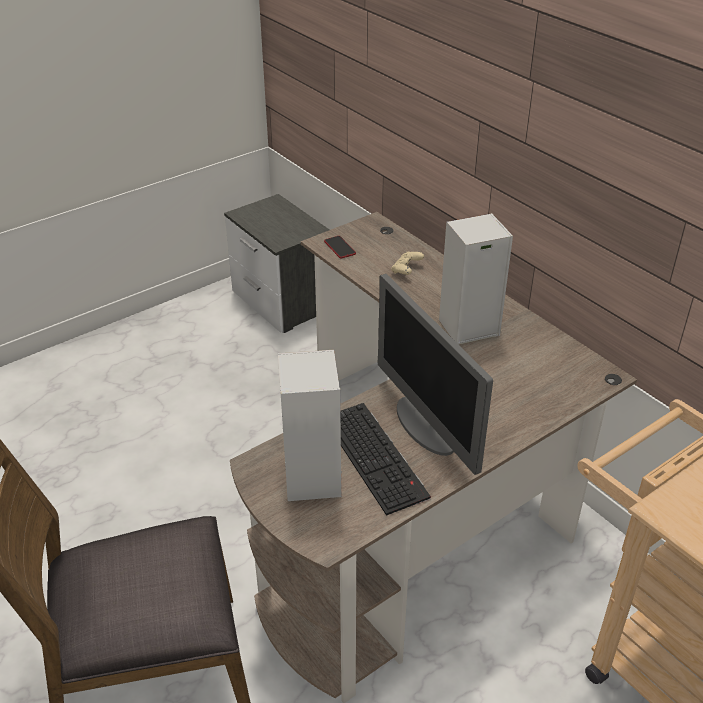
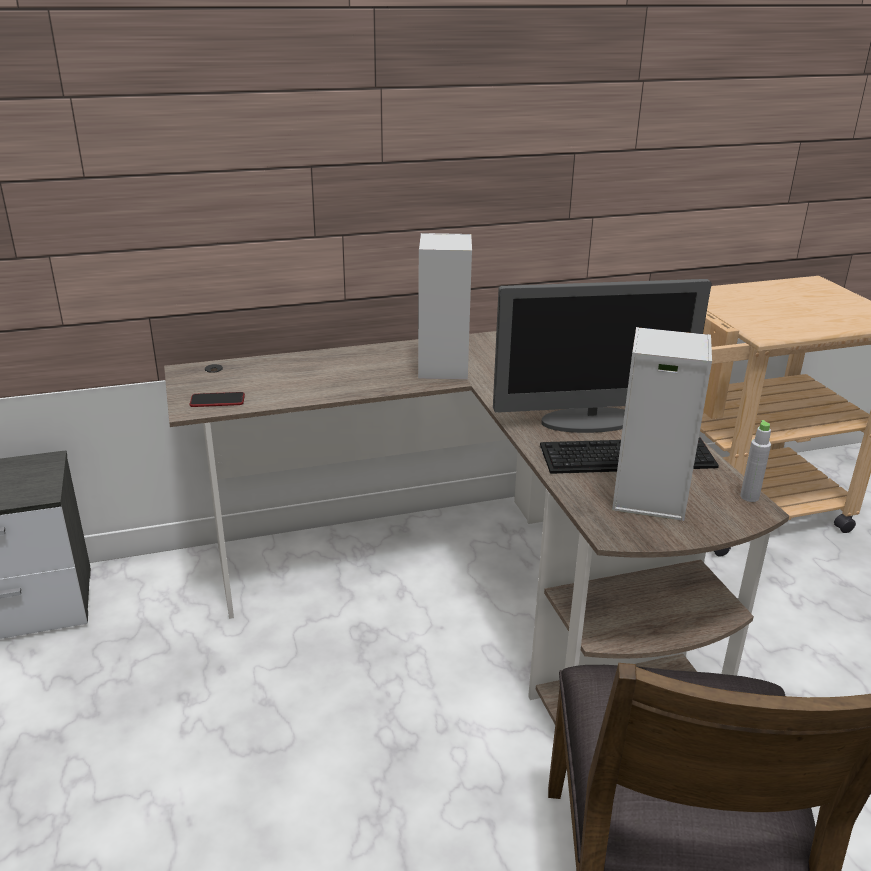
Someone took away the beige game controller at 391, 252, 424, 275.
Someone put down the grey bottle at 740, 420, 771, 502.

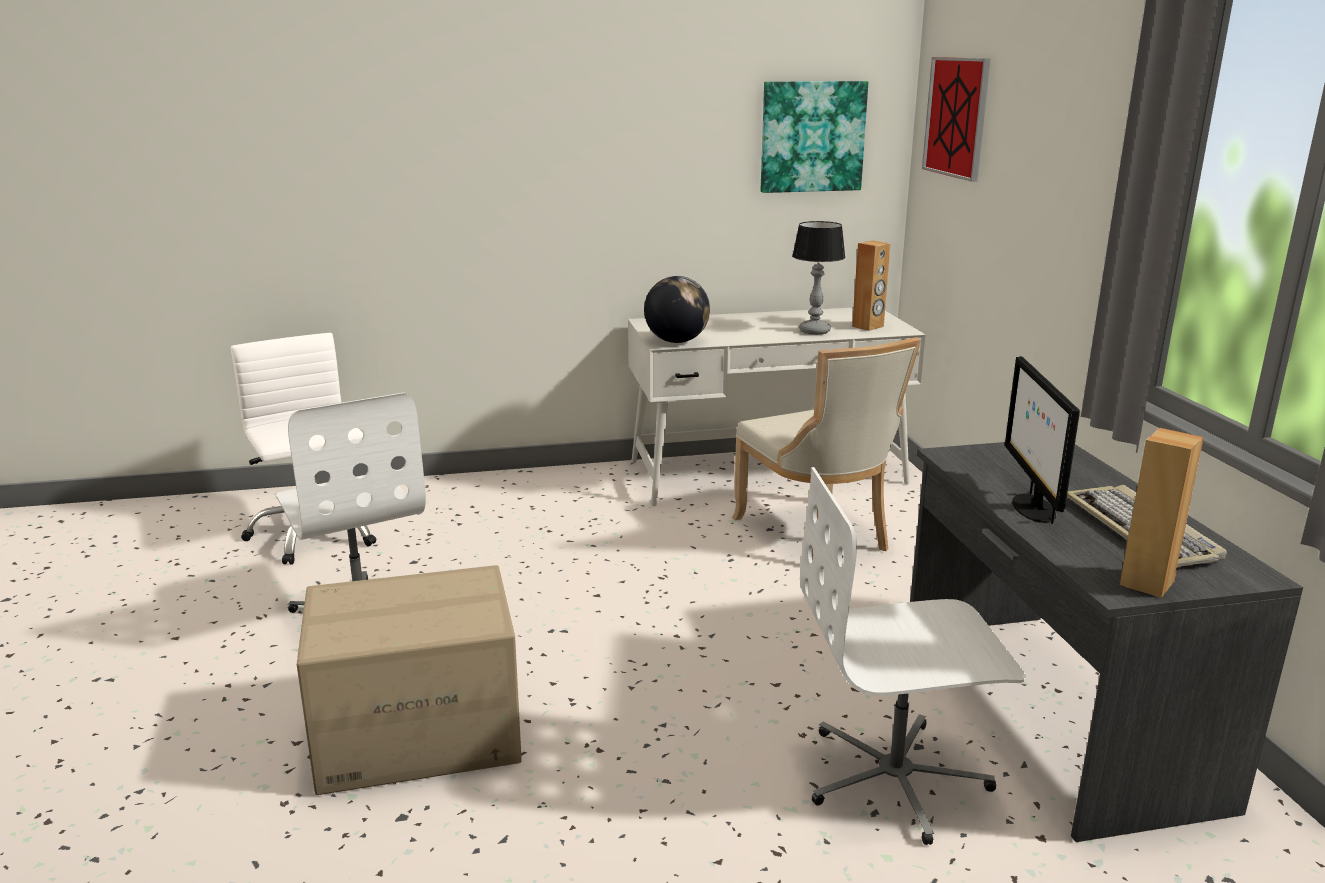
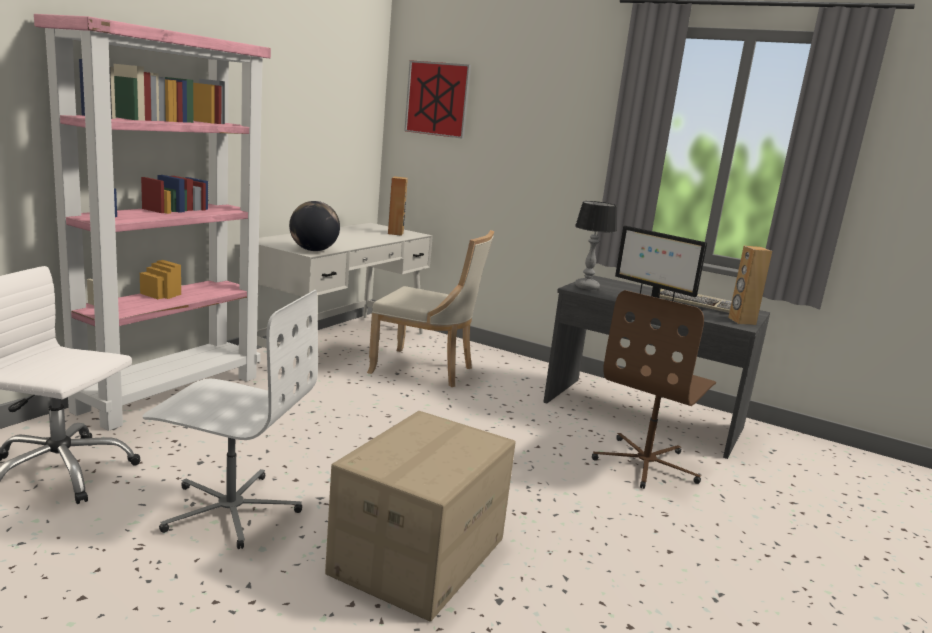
Someone took away the picture at 761, 81, 868, 193.
Someone carried the table lamp from 792, 221, 845, 335 to 575, 201, 617, 290.
Someone repainted the white office chair at 800, 467, 1026, 845, which became the brown office chair at 592, 290, 716, 489.
Someone put down the pink bookcase at 34, 14, 271, 431.

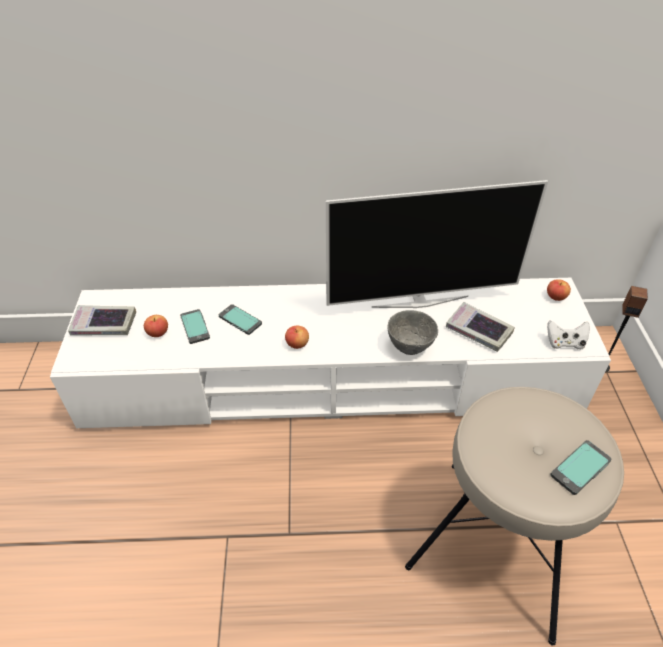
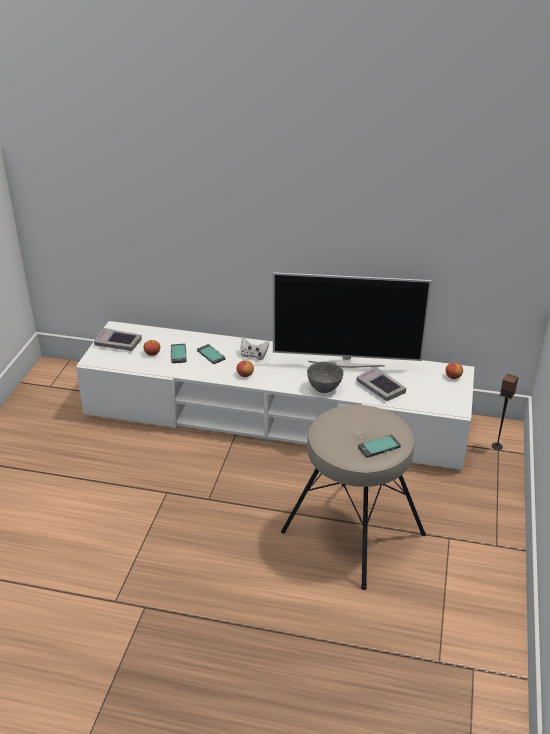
Someone carried the white game controller from 547, 321, 590, 350 to 240, 337, 269, 360.

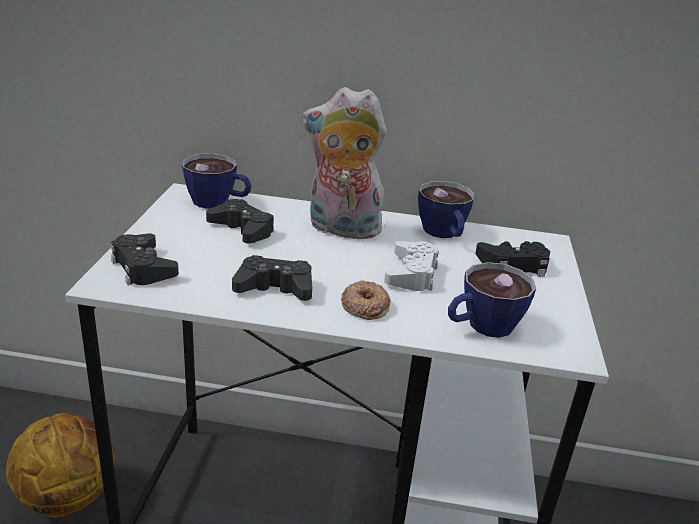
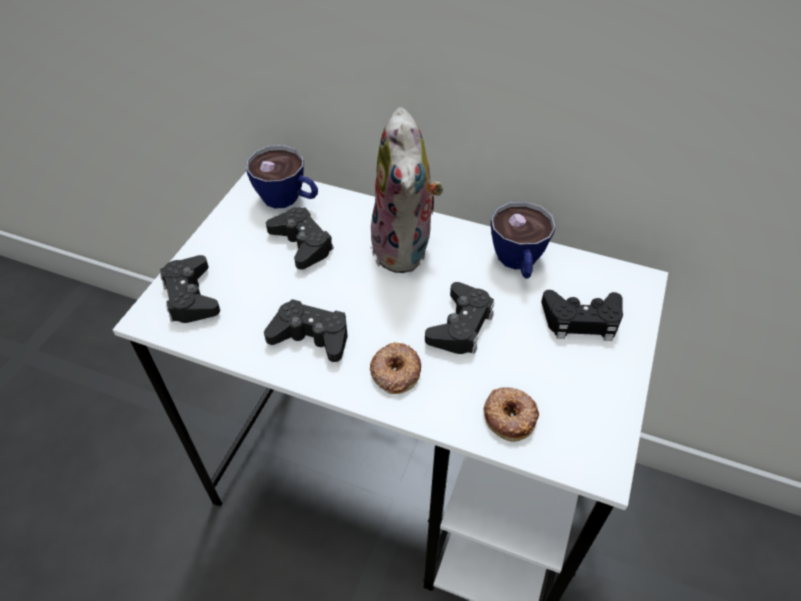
Someone took away the basketball at 6, 413, 115, 518.
Someone rotated the plush toy at 302, 87, 387, 239 by 120 degrees counterclockwise.
Someone repainted the white game controller at 384, 241, 439, 291, which became the black game controller at 425, 282, 494, 354.
Someone swapped the cup at 448, 262, 536, 338 for the donut at 483, 387, 539, 442.

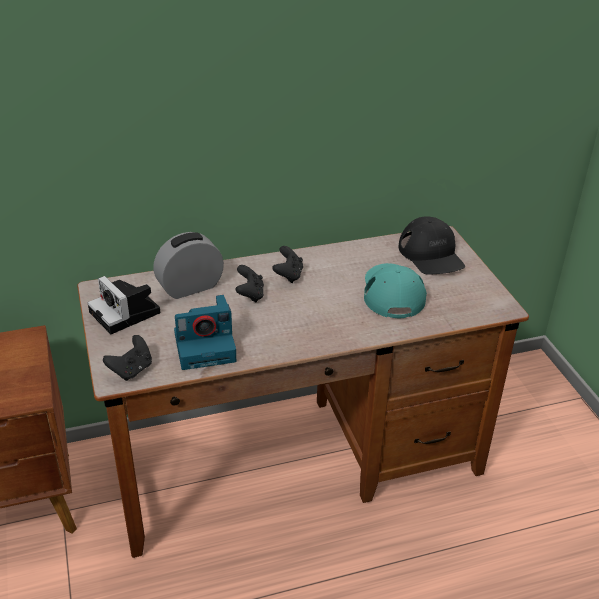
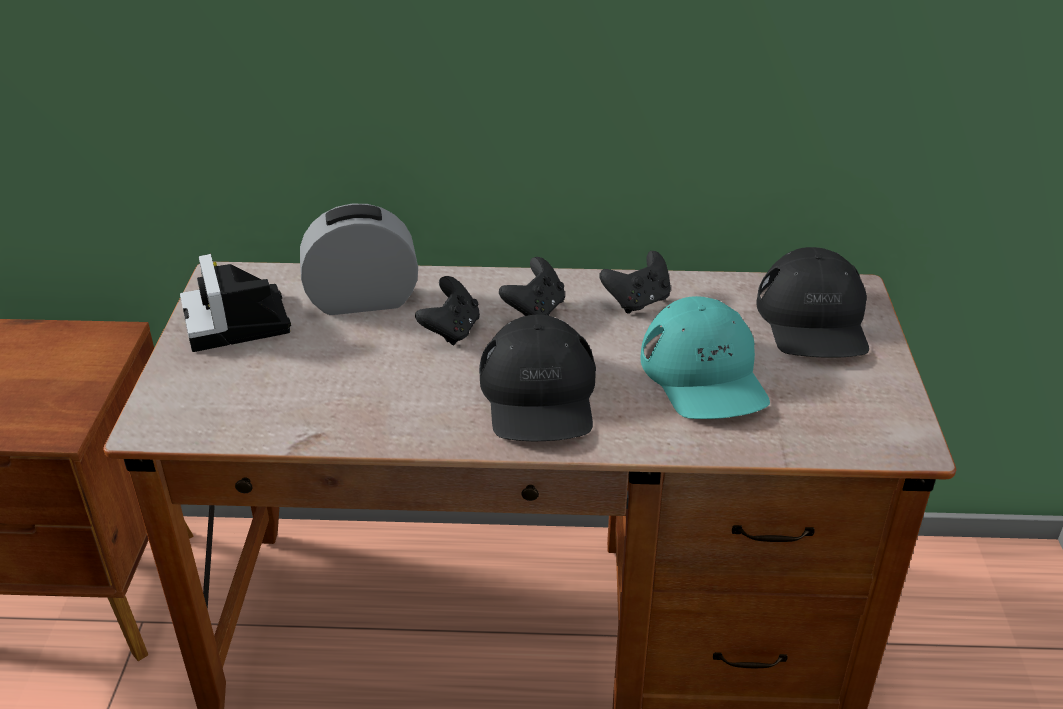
Someone carried the black game controller from 103, 335, 152, 381 to 599, 251, 671, 314.
Someone took away the photo camera at 174, 295, 236, 370.
Someone rotated the turquoise cap at 364, 263, 427, 318 by 150 degrees clockwise.
Someone put down the black cap at 479, 315, 596, 441.

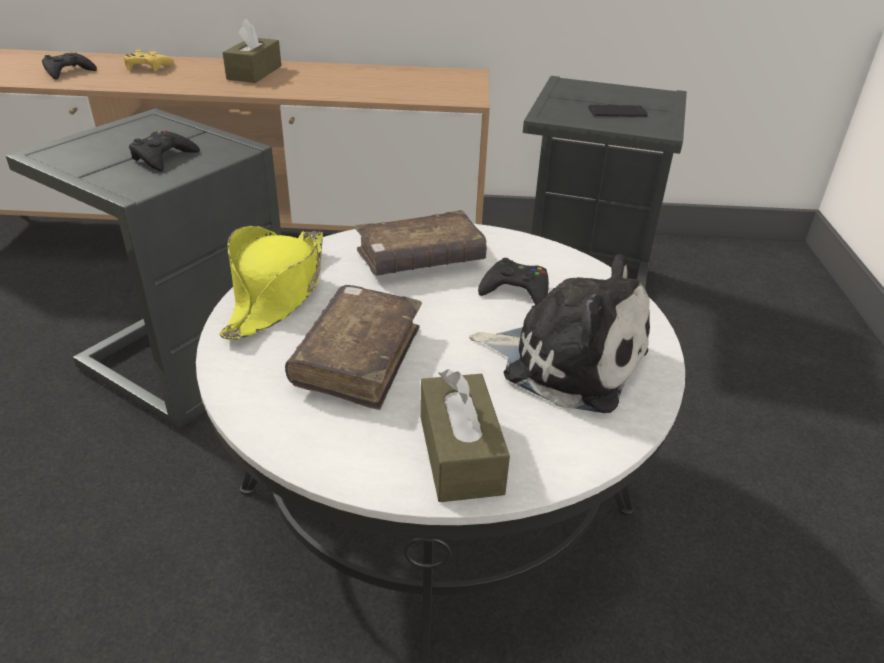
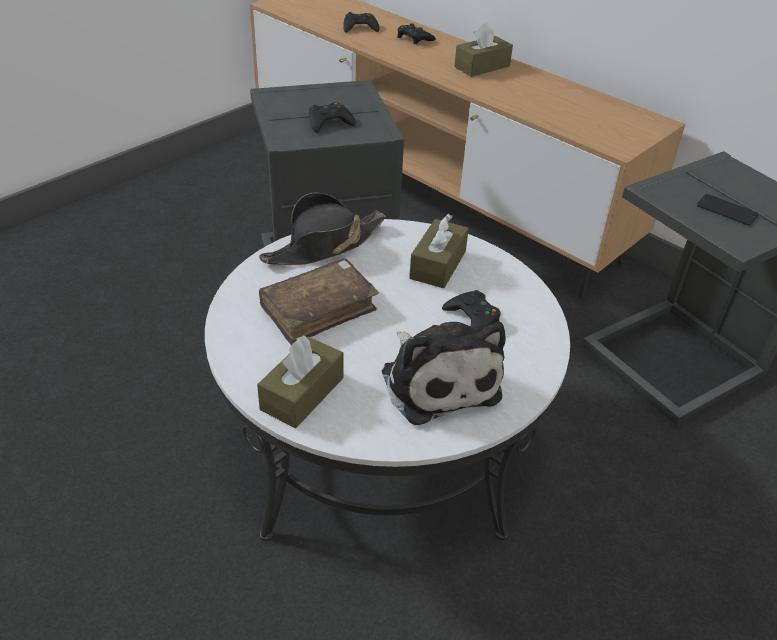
Someone repainted the yellow game controller at 124, 50, 174, 71, which became the black game controller at 397, 23, 436, 44.
Someone repainted the yellow hat at 220, 226, 323, 340, which became the black hat at 259, 193, 386, 265.
Someone swapped the brown book at 354, 210, 487, 276 for the brown tissue box at 409, 214, 469, 288.

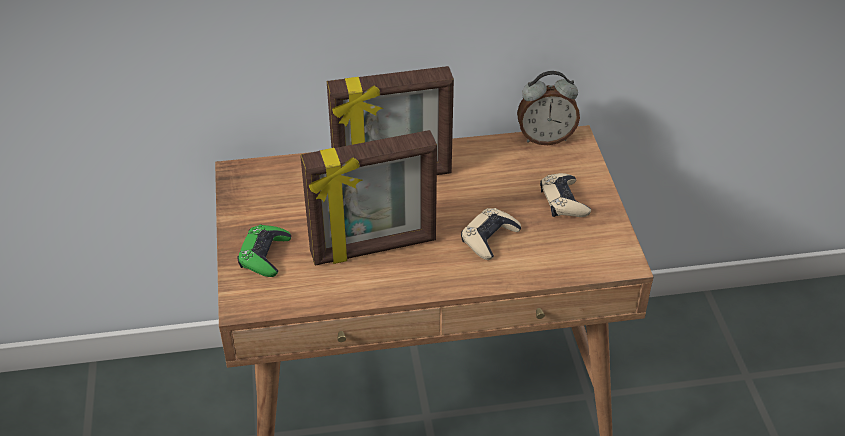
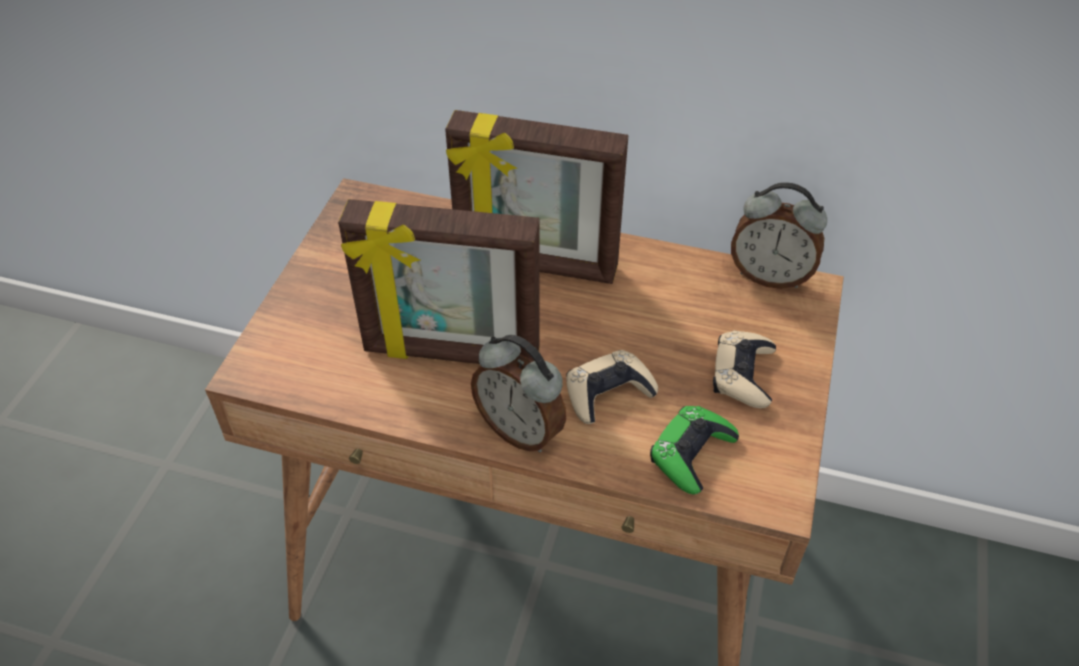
Someone carried the green game controller from 237, 225, 291, 277 to 650, 406, 739, 494.
Someone put down the alarm clock at 471, 335, 566, 452.

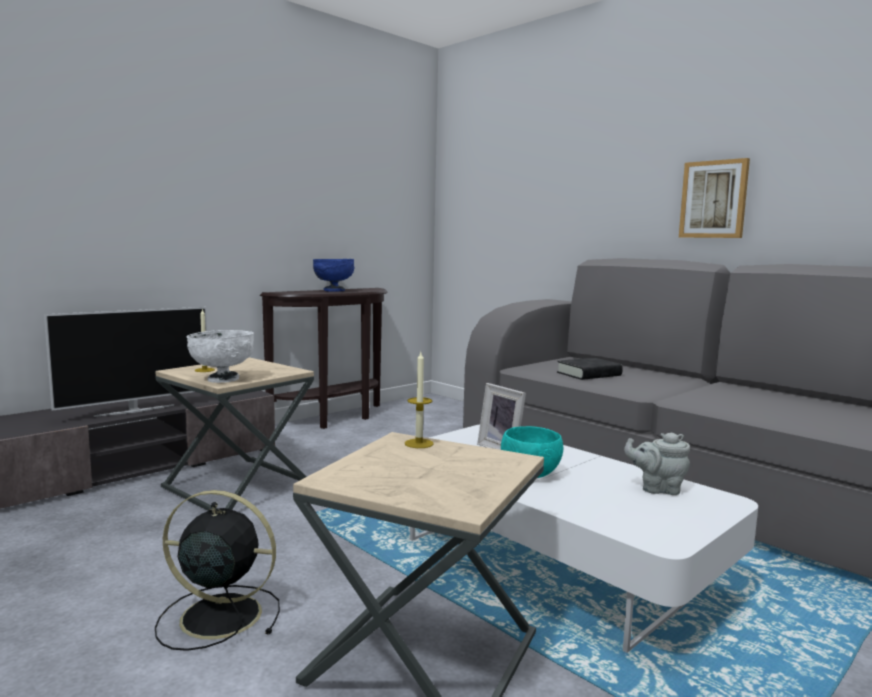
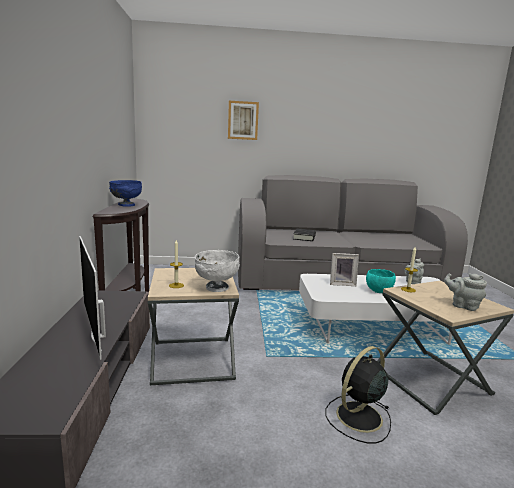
Someone rotated the television at 44, 307, 207, 417 by 150 degrees clockwise.
Someone carried the picture from 679, 158, 750, 238 to 228, 101, 259, 140.
Someone put down the grey teapot at 444, 273, 487, 311.

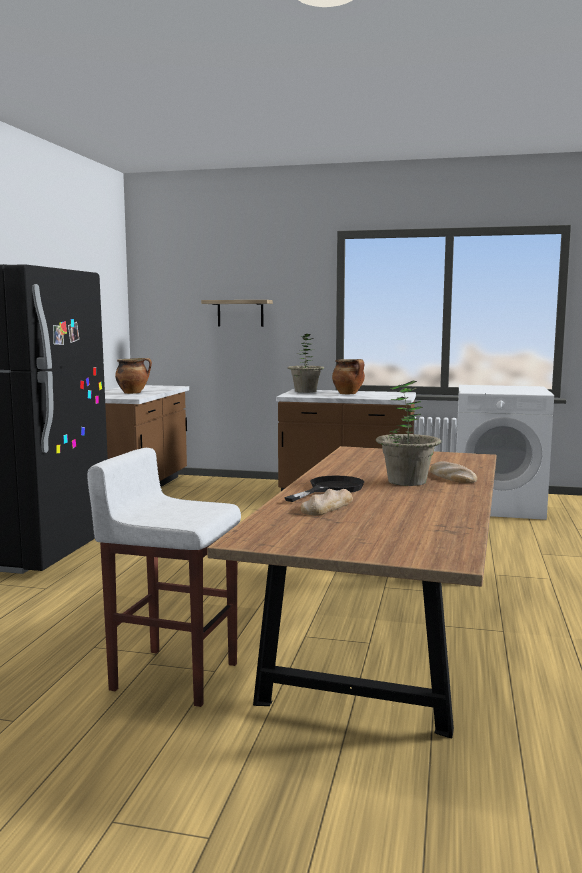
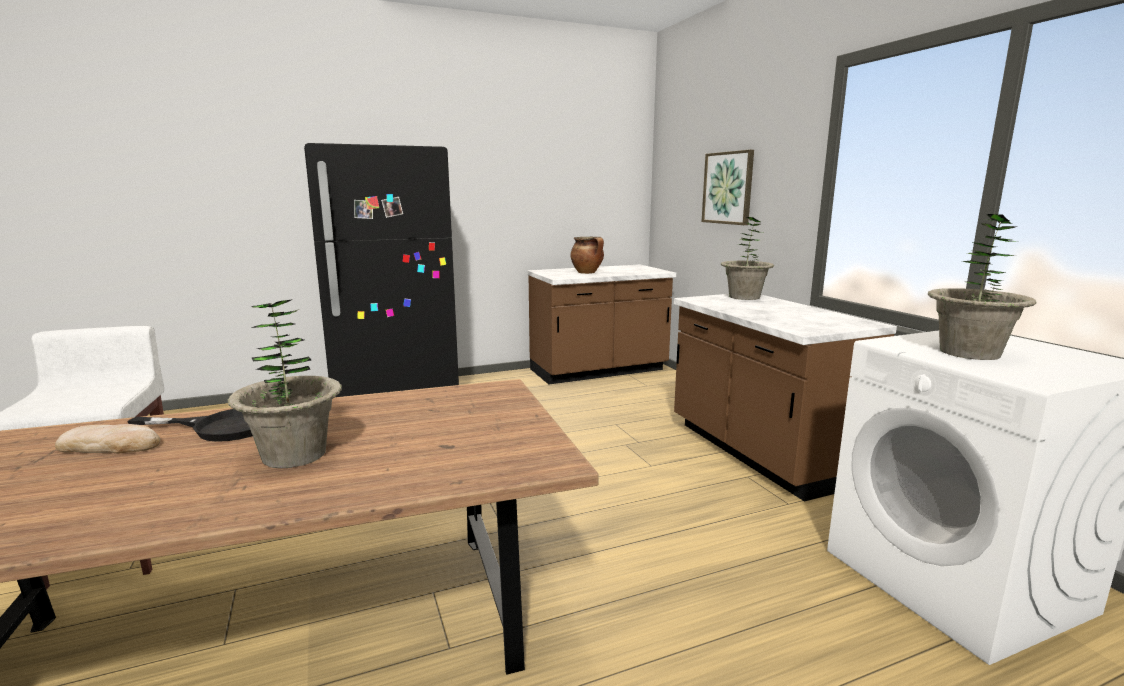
Someone swapped the shelf at 201, 300, 273, 327 for the picture at 701, 150, 754, 225.
Someone took away the cooking pot at 332, 359, 365, 394.
Someone took away the bread at 430, 461, 477, 484.
Someone put down the potted plant at 928, 214, 1037, 360.

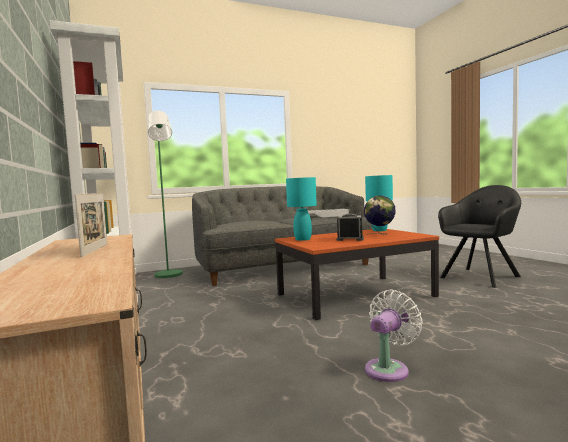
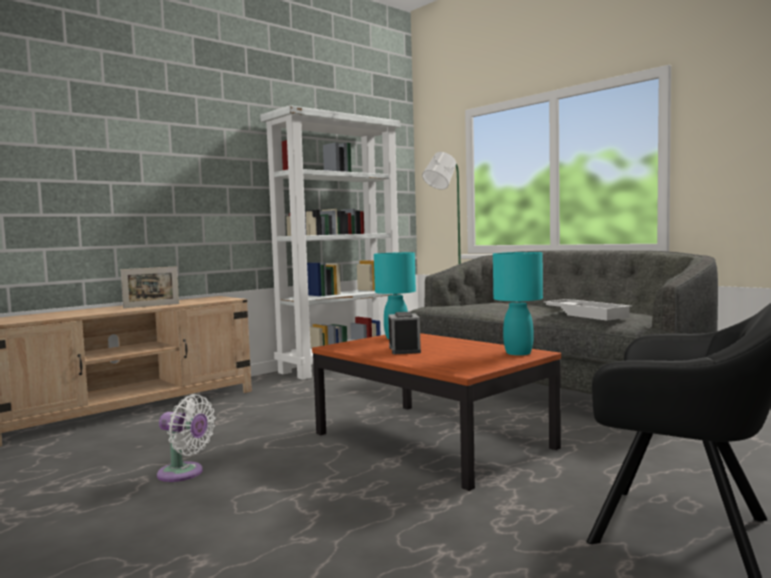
Someone took away the globe at 364, 195, 396, 235.

